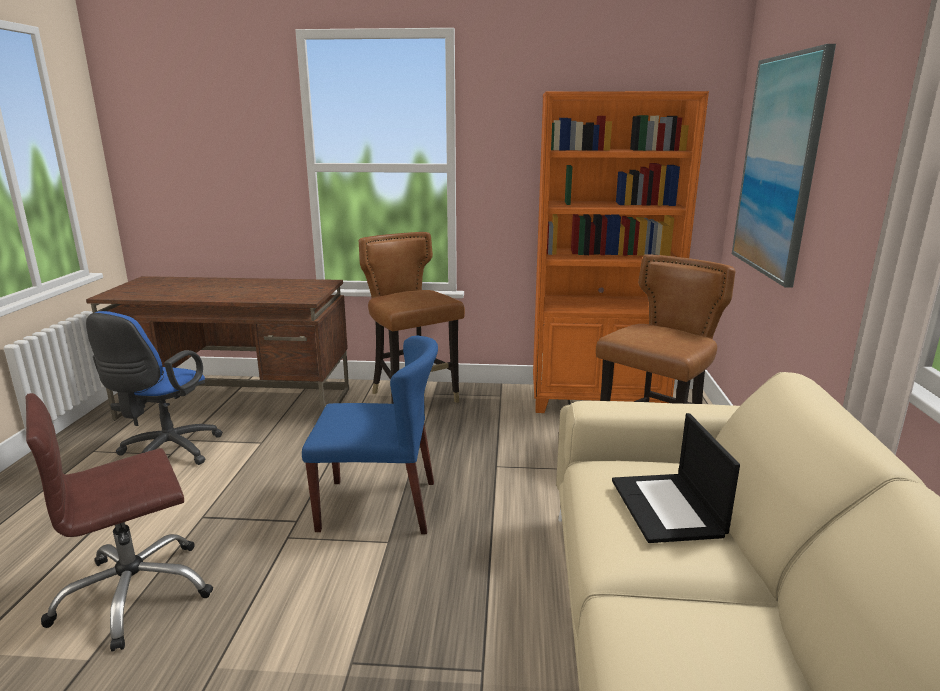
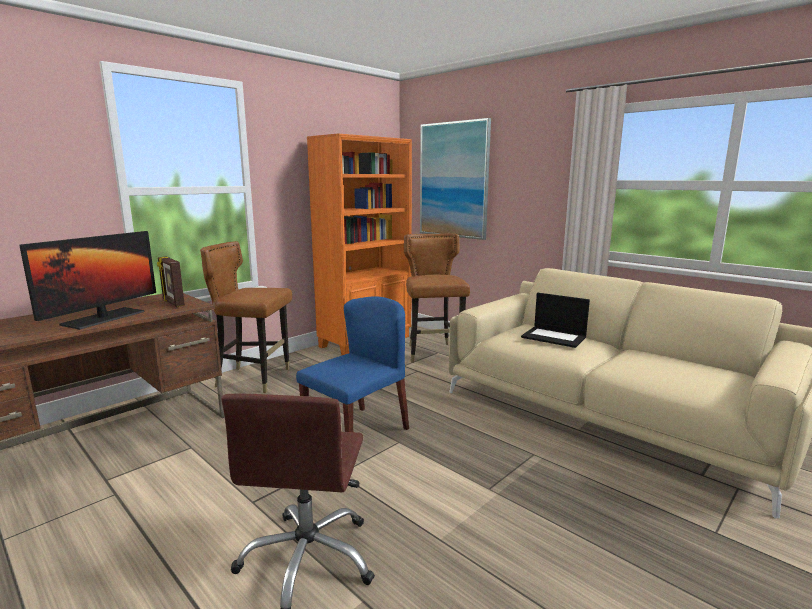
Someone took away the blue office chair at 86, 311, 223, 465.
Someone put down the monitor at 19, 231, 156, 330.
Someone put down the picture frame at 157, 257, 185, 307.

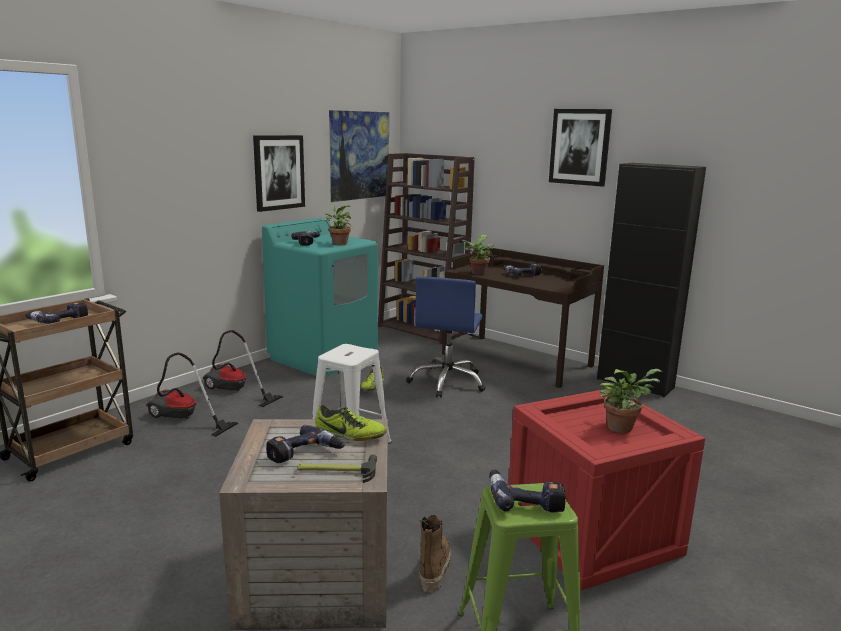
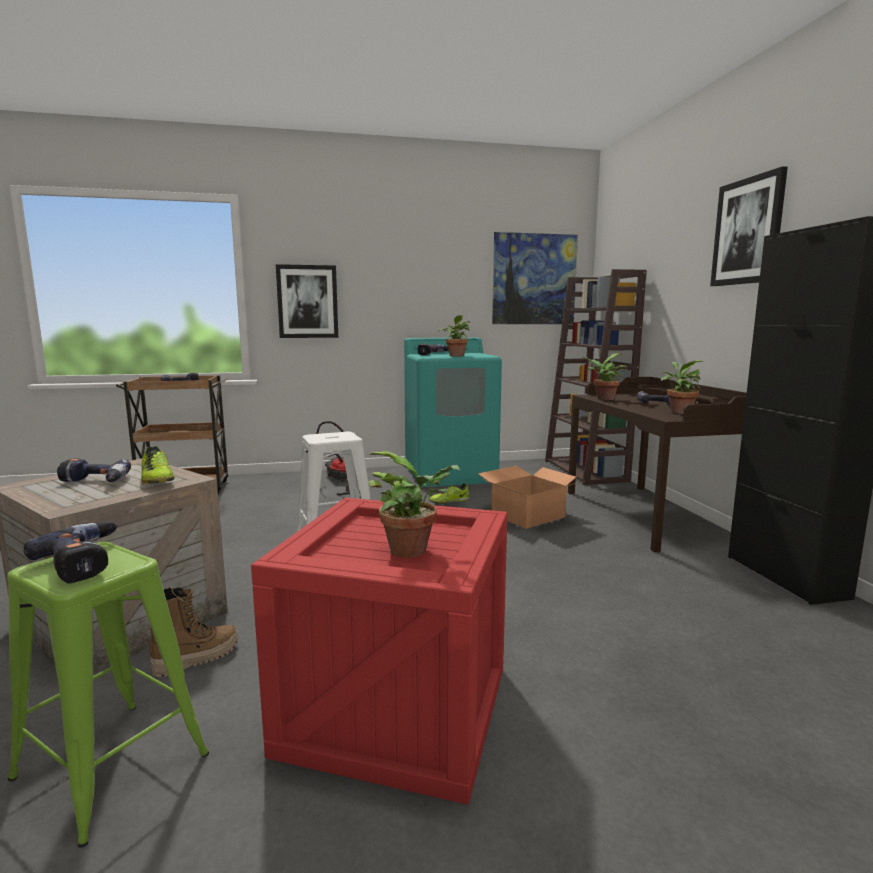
Someone took away the vacuum cleaner at 146, 353, 238, 437.
Someone carried the picture from 253, 135, 305, 212 to 276, 264, 338, 338.
Someone took away the hammer at 297, 455, 377, 483.
Someone swapped the blue office chair at 406, 276, 486, 398 for the cardboard box at 478, 466, 583, 529.
Someone put down the potted plant at 661, 360, 703, 414.

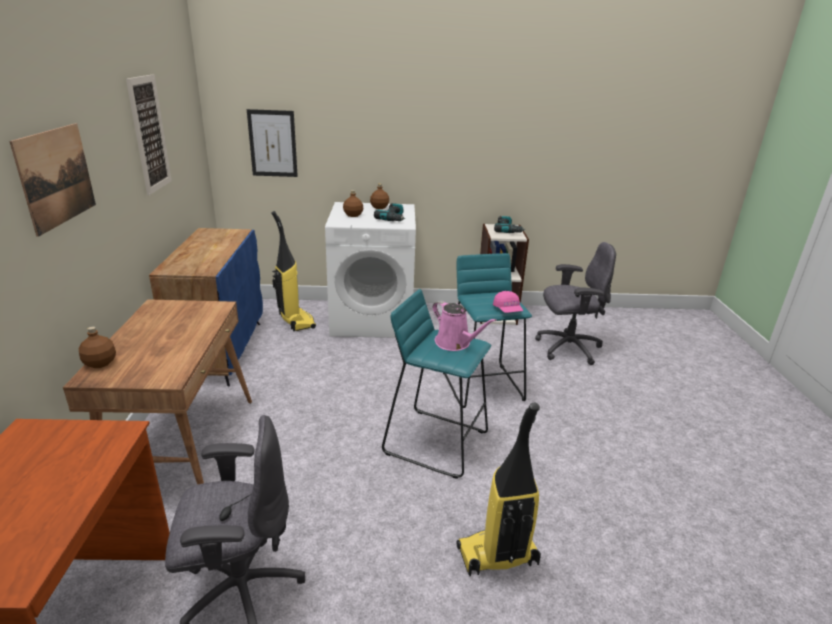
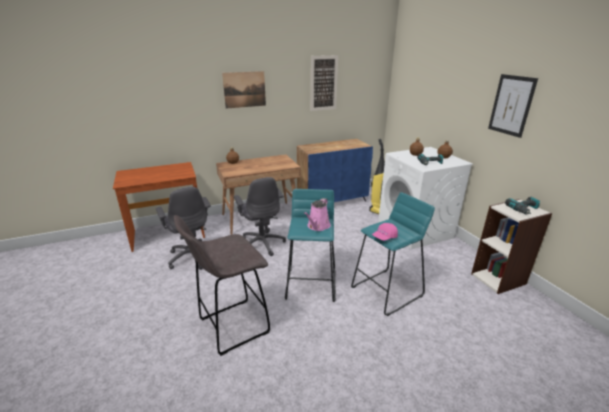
Someone carried the picture from 247, 109, 298, 177 to 488, 74, 538, 138.
Someone swapped the vacuum cleaner at 457, 403, 541, 576 for the grey stool at 174, 215, 270, 356.
Someone carried the grey office chair from 535, 242, 616, 365 to 234, 177, 286, 256.

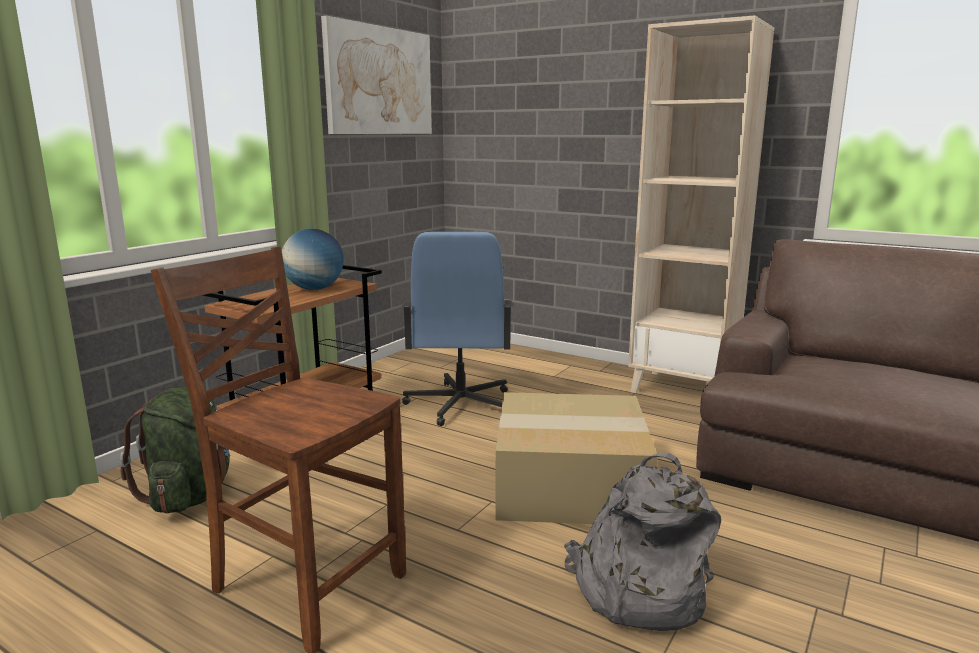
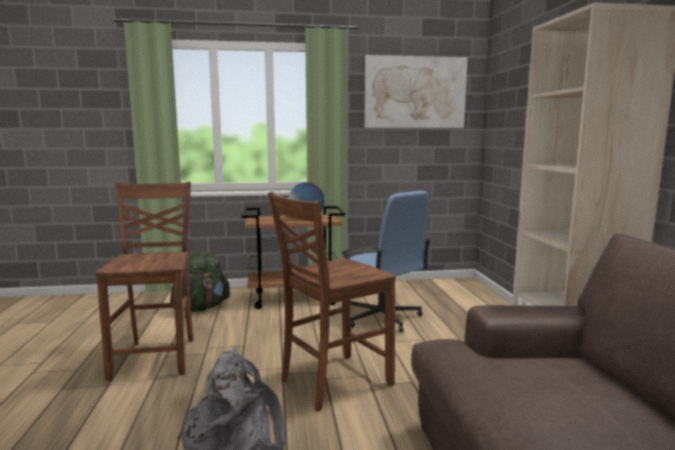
Someone rotated the blue office chair at 402, 232, 513, 426 by 90 degrees counterclockwise.
Someone swapped the cardboard box at 495, 392, 658, 524 for the brown chair at 268, 192, 396, 412.

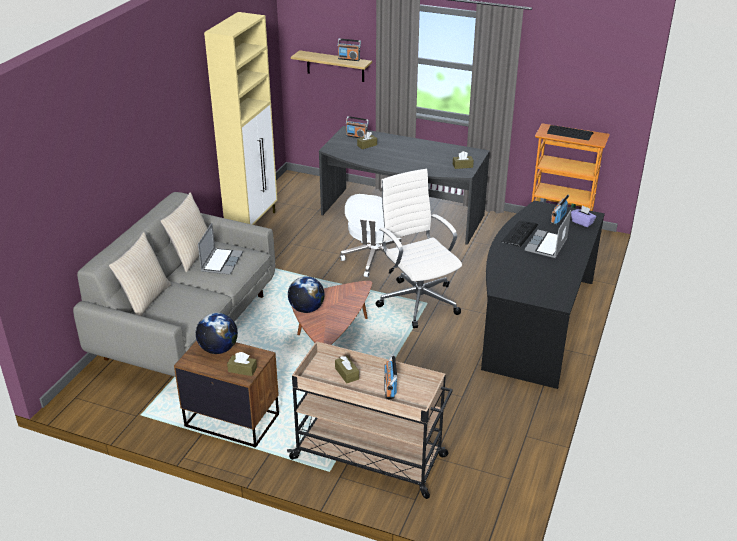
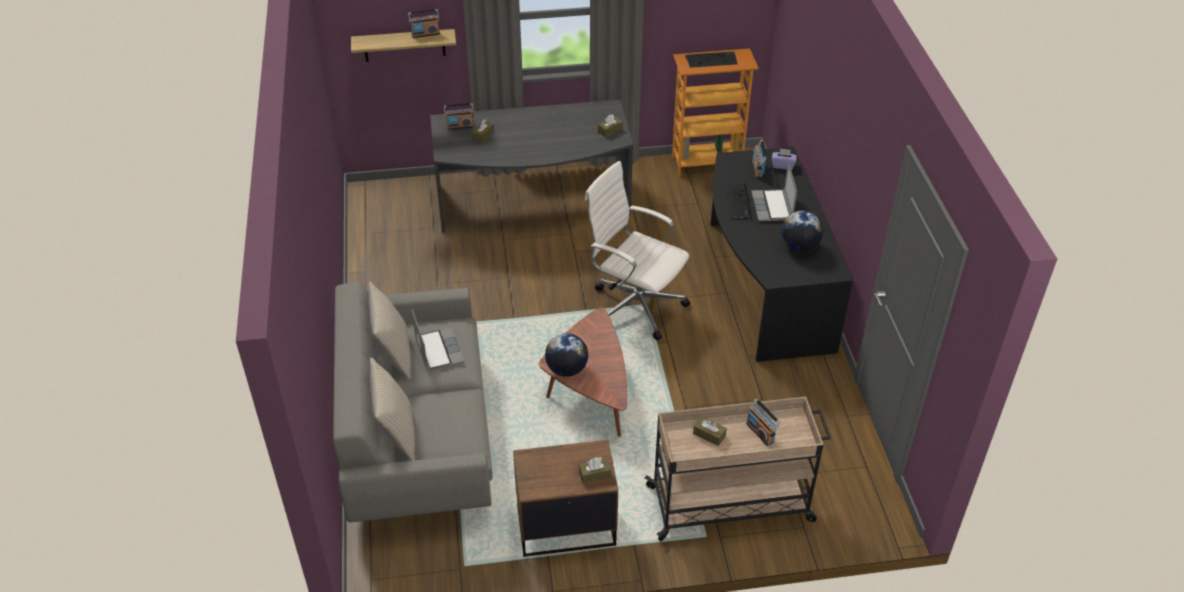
Someone carried the globe from 196, 313, 238, 354 to 781, 211, 823, 252.
Someone took away the beige cabinet at 204, 12, 277, 225.
Someone took away the white office chair at 340, 194, 402, 277.

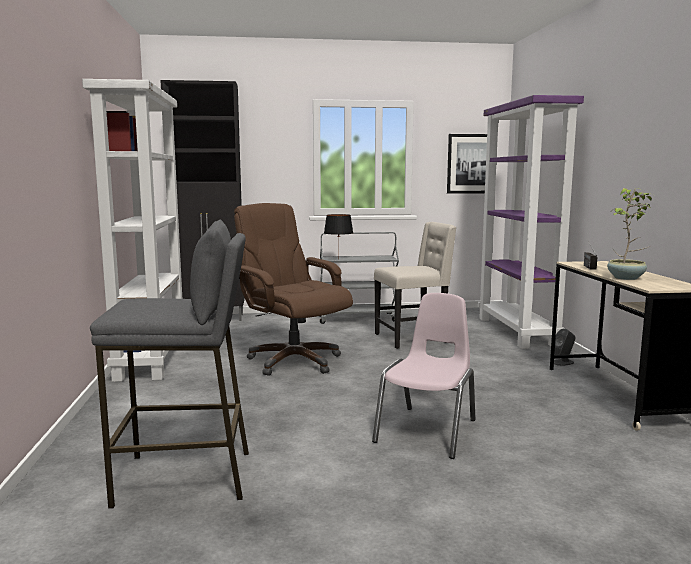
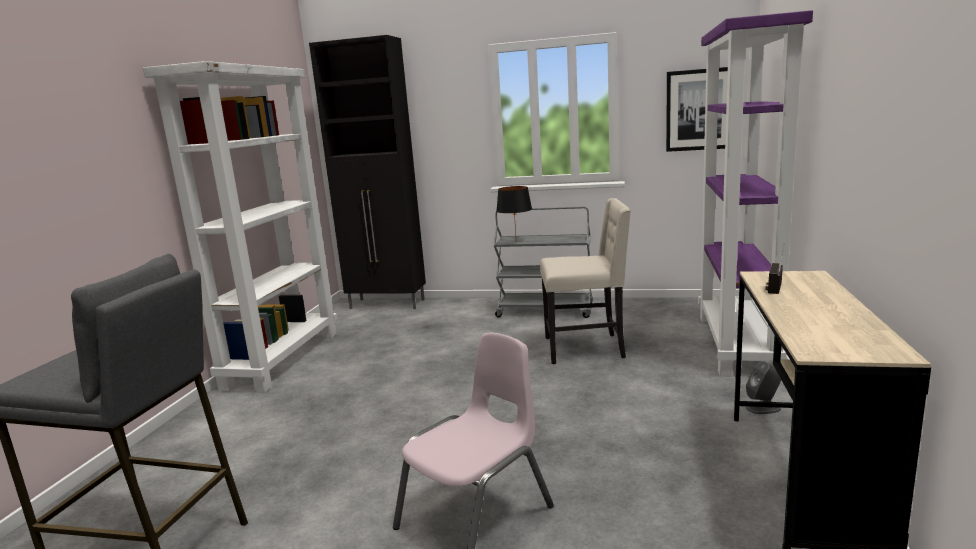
Someone took away the brown office chair at 234, 203, 353, 376.
Someone took away the potted plant at 607, 188, 653, 280.

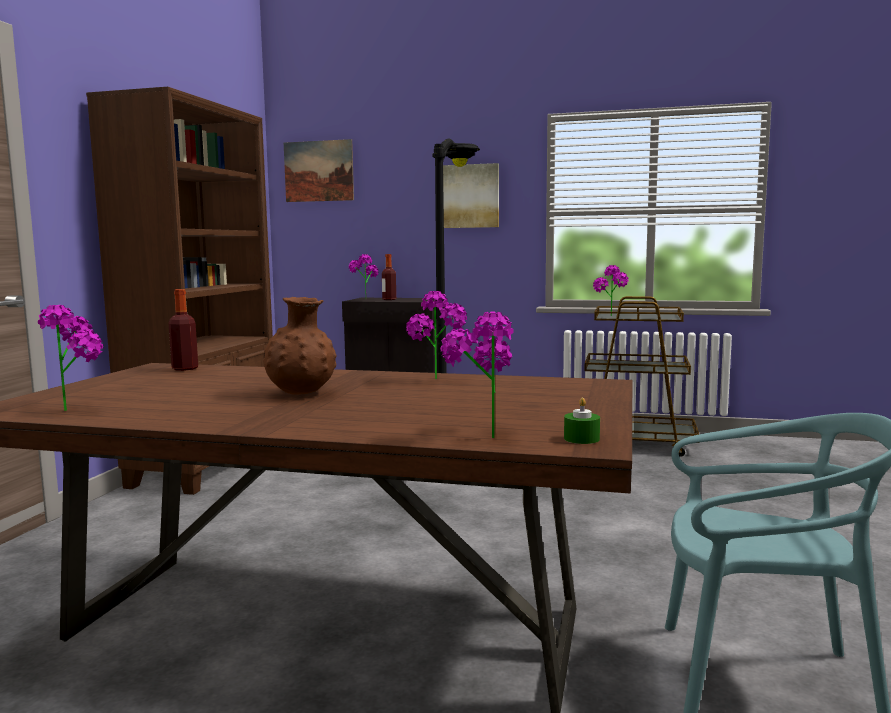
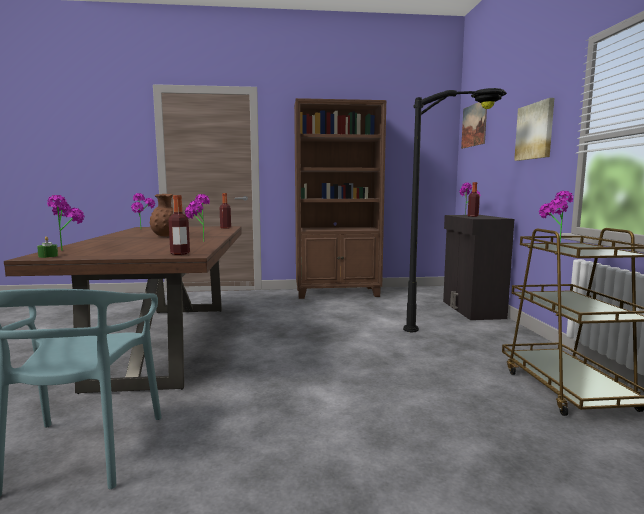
Someone put down the bottle at 169, 195, 190, 255.

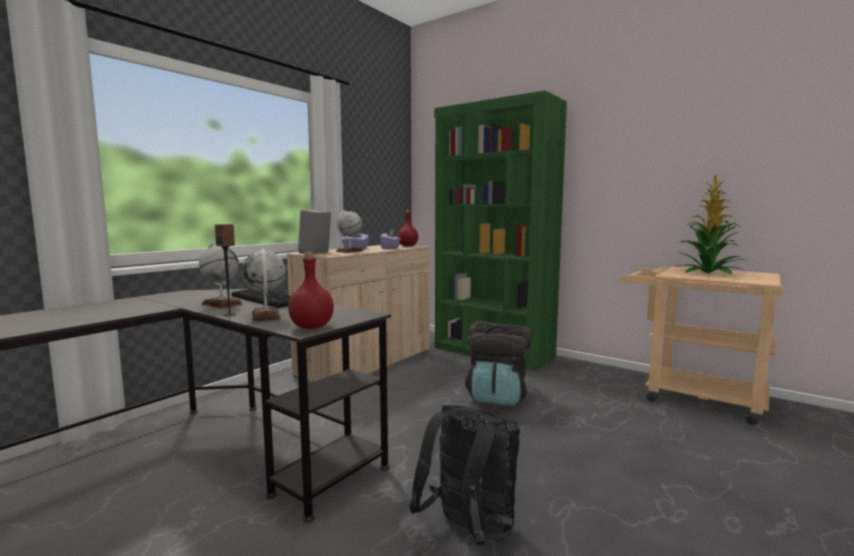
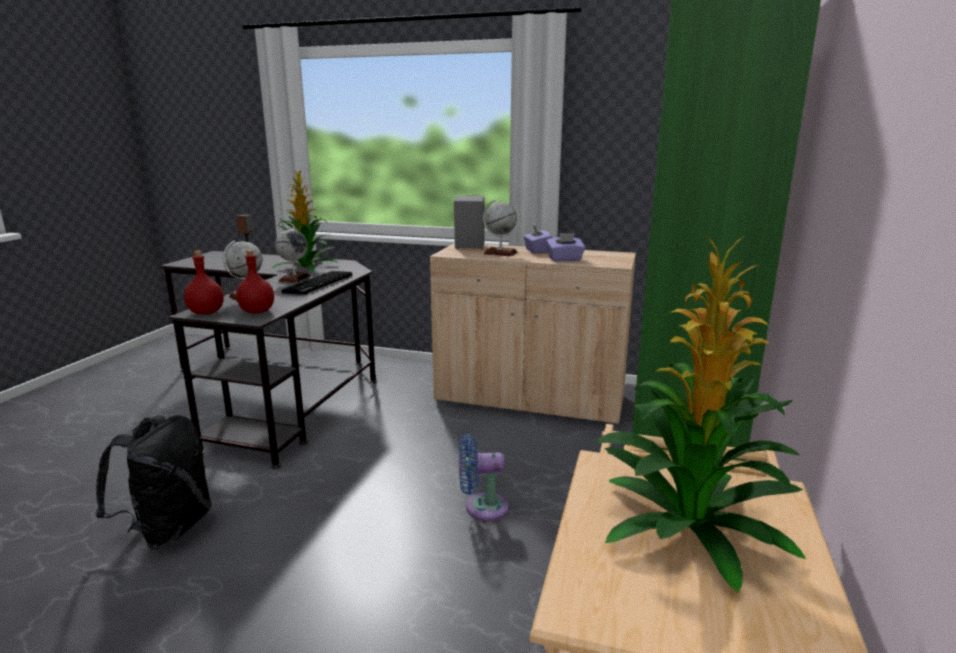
Someone carried the red bottle from 398, 210, 418, 246 to 236, 250, 274, 314.
Someone swapped the black backpack at 465, 321, 531, 406 for the blue fan at 459, 434, 509, 521.
Someone put down the potted plant at 272, 170, 339, 271.

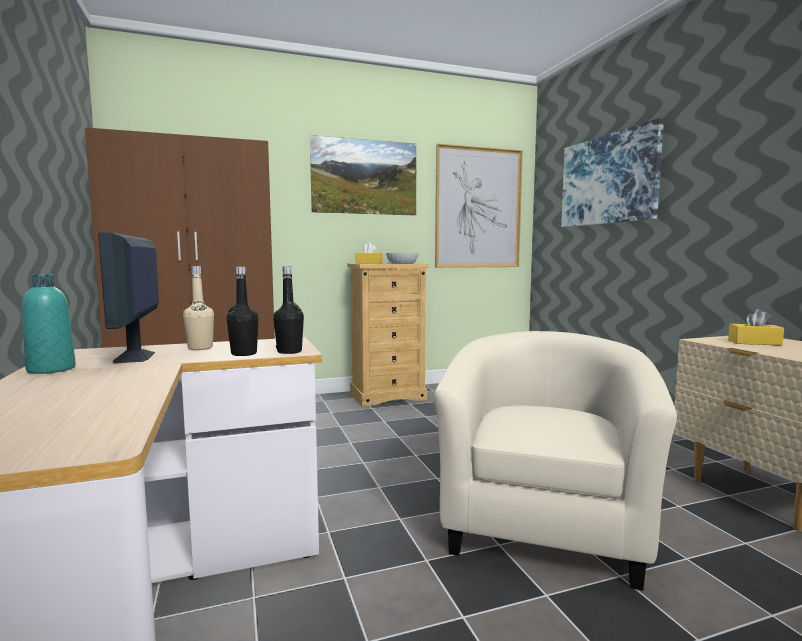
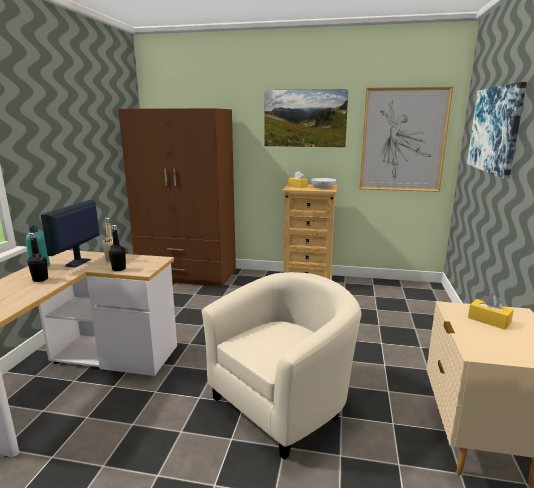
Someone carried the black bottle from 273, 266, 304, 354 to 28, 233, 48, 282.

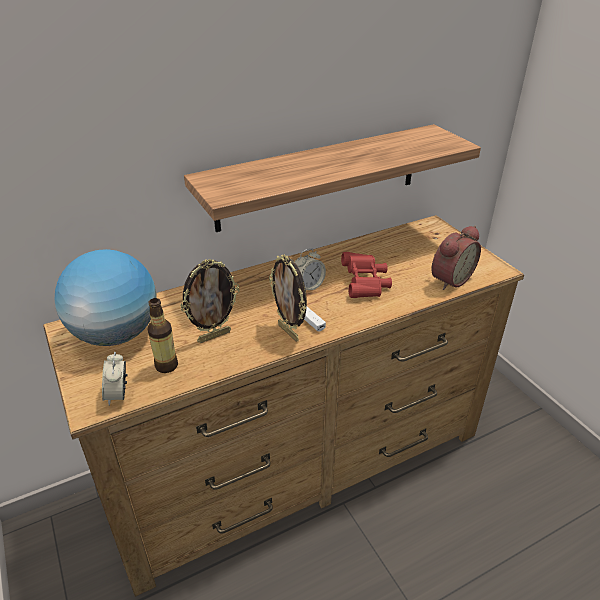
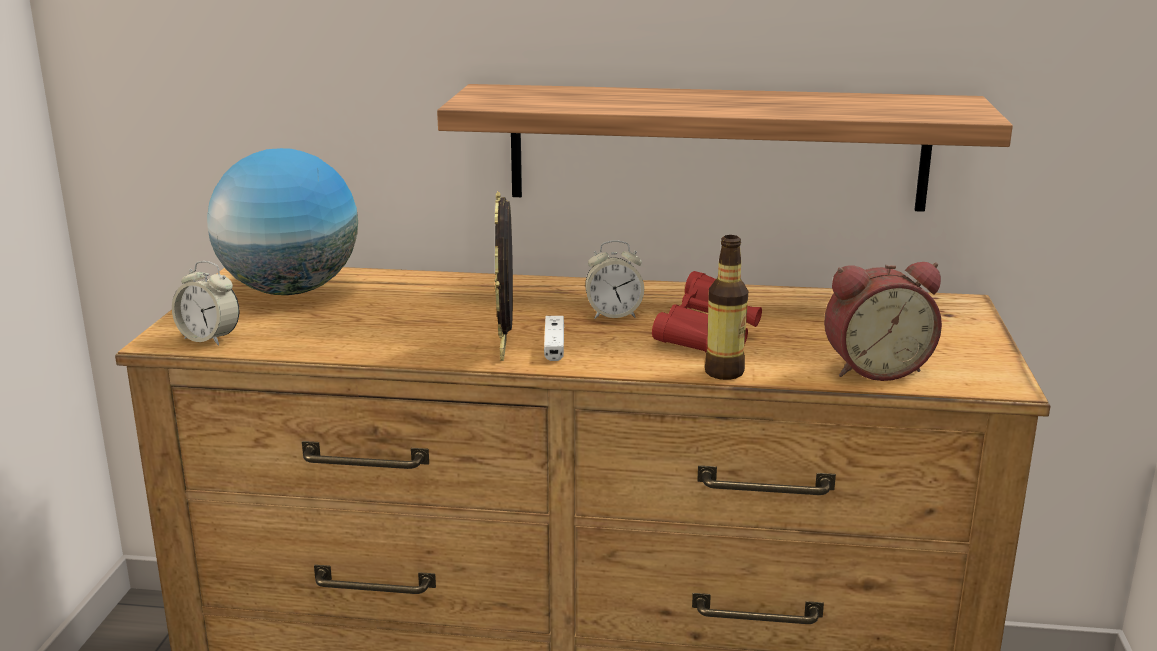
Someone rotated the alarm clock at 102, 352, 128, 406 by 90 degrees counterclockwise.
Someone carried the bottle from 147, 298, 178, 373 to 705, 235, 748, 380.
Someone took away the picture frame at 180, 259, 240, 343.

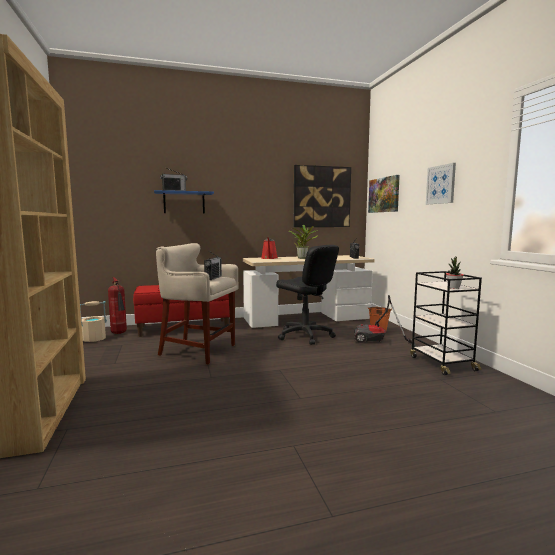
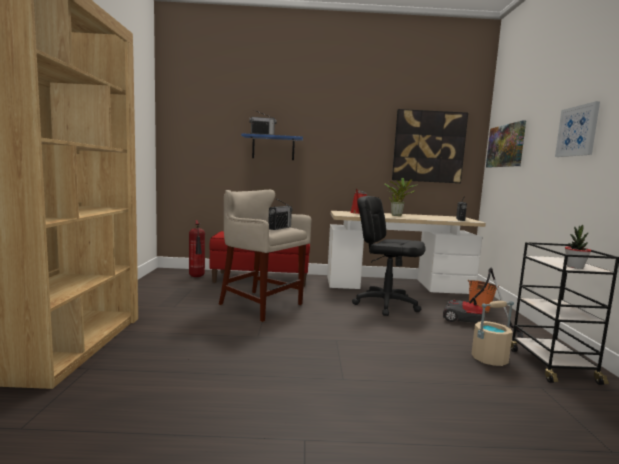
Someone carried the beige bucket from 80, 301, 107, 342 to 471, 301, 514, 366.
Someone rotated the black office chair at 276, 245, 339, 345 by 150 degrees clockwise.

